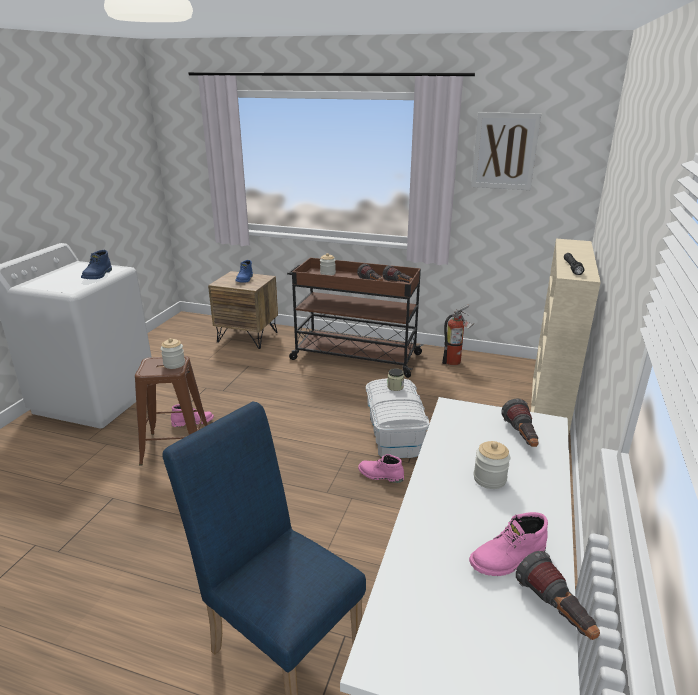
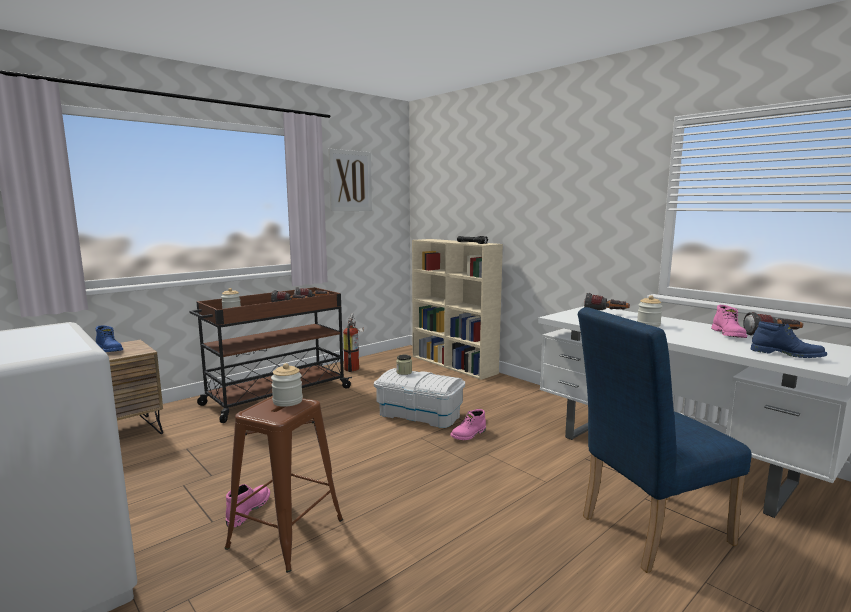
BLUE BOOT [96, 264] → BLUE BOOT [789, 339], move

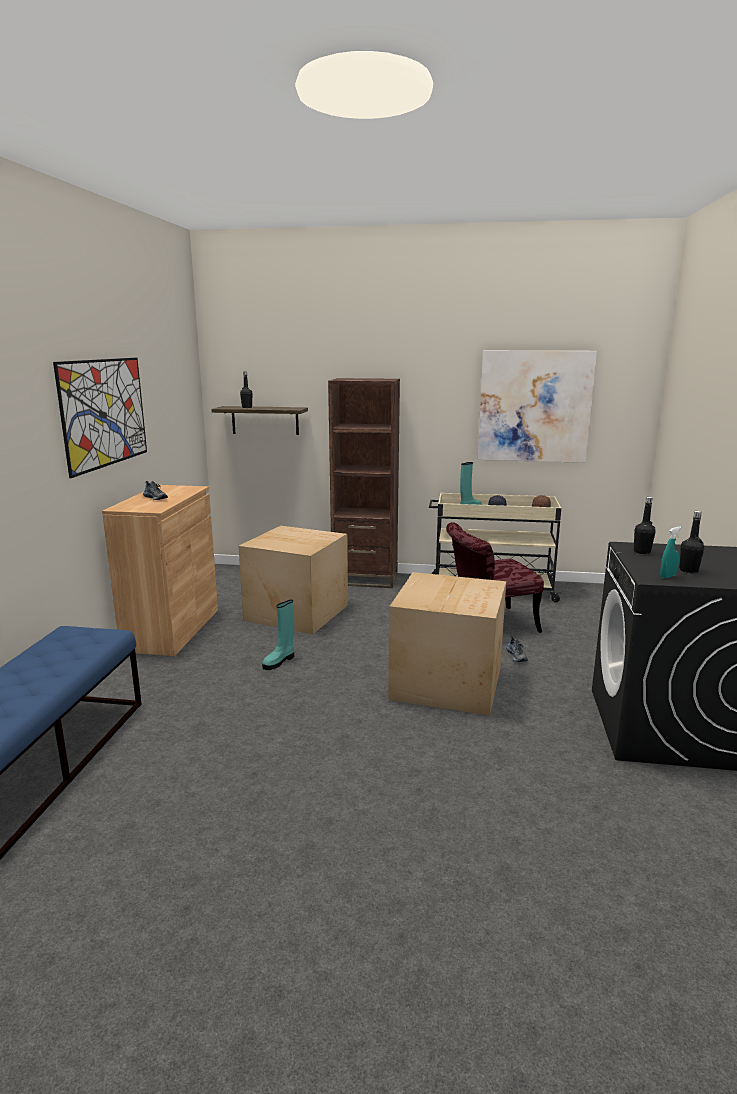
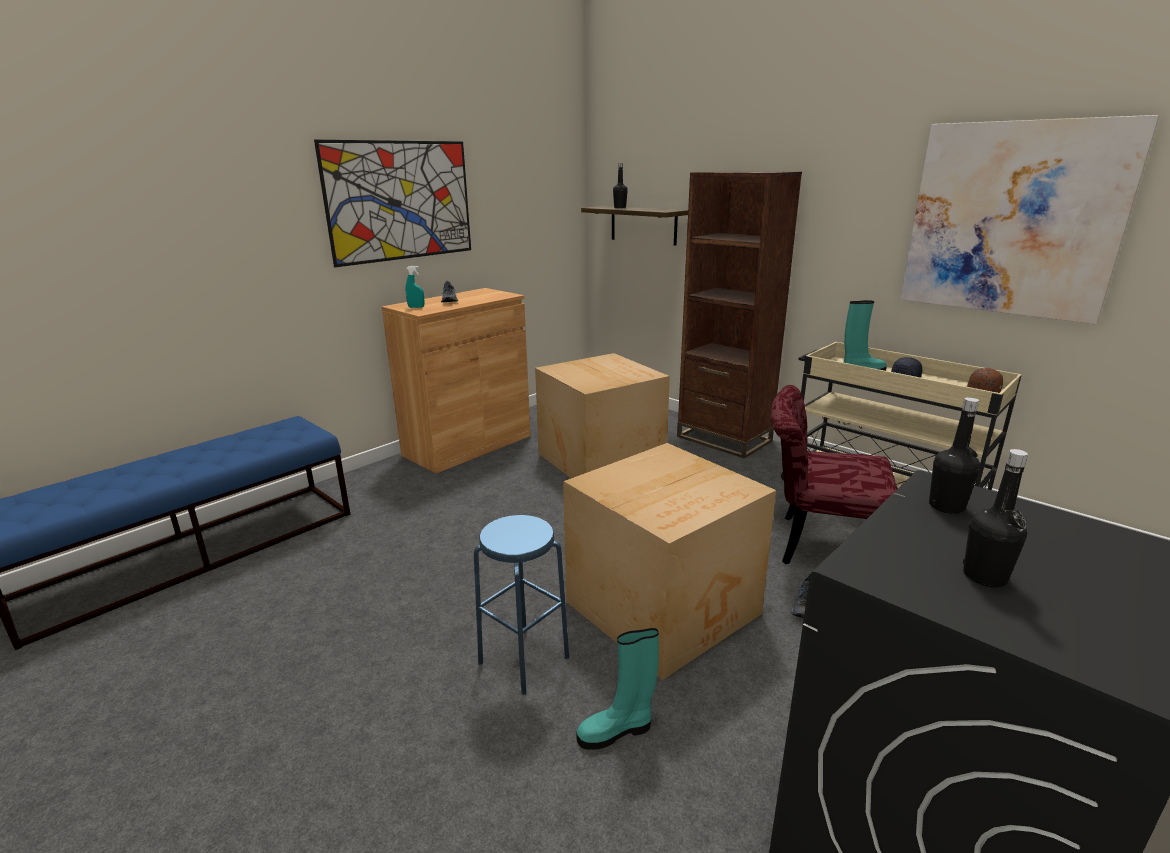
TURQUOISE BOOT [278, 635] → TURQUOISE BOOT [617, 689], move
TURQUOISE SPRAY BOTTLE [670, 552] → TURQUOISE SPRAY BOTTLE [415, 287], move
- → BLUE STOOL [521, 605]

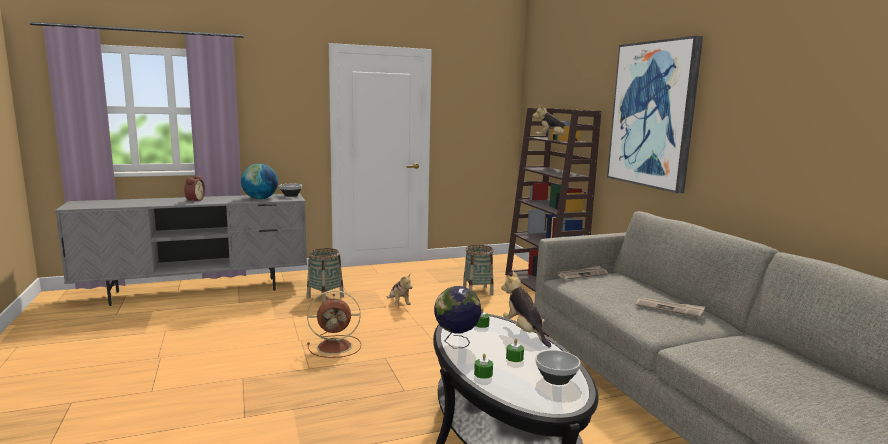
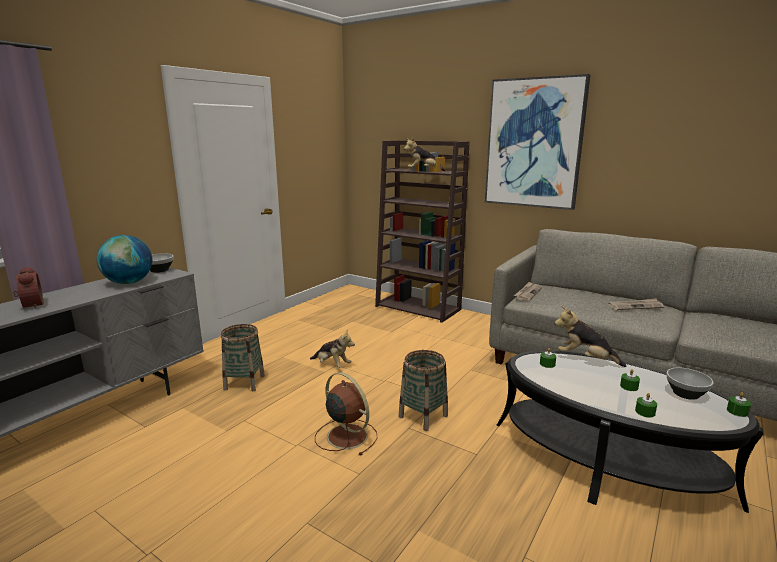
BROWN FAN [334, 324] → BROWN FAN [346, 413], 90 degrees counterclockwise
GLOBE [458, 317] → -
BASKET [478, 270] → BASKET [423, 390], move
- → GREEN CANDLE [739, 404]

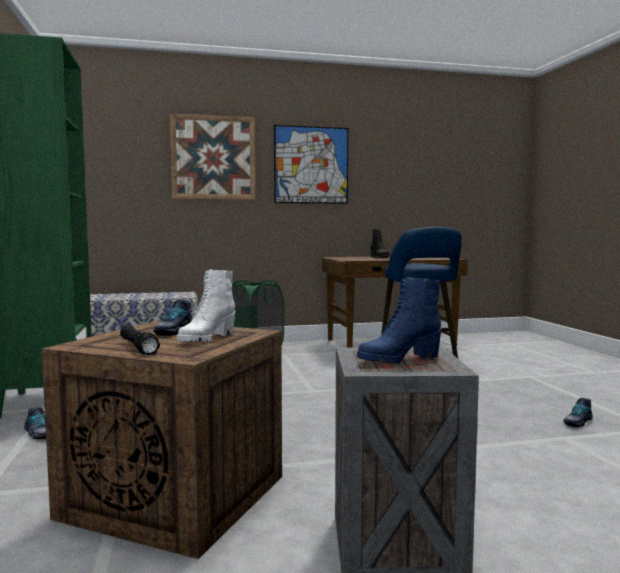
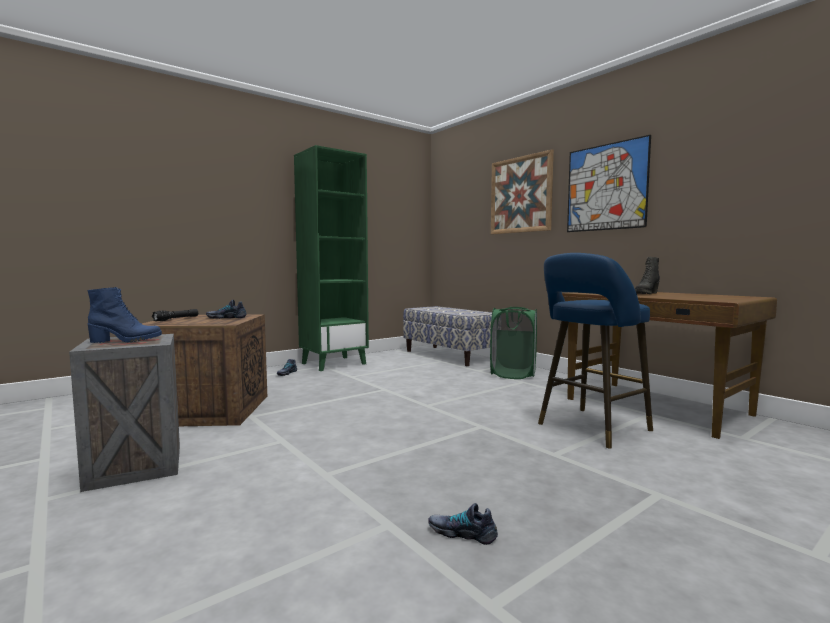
WHITE BOOT [206, 305] → -
BLUE BOOT [399, 320] → BLUE BOOT [125, 315], 120 degrees clockwise

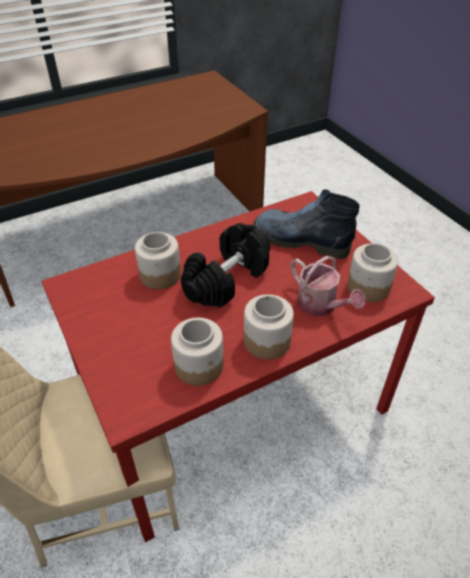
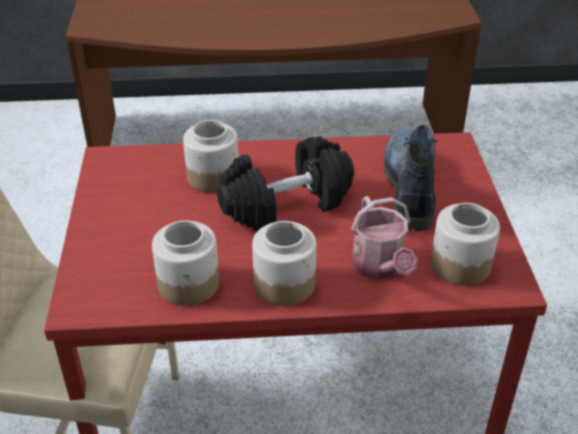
BOOT [306, 224] → BOOT [411, 178], 45 degrees clockwise

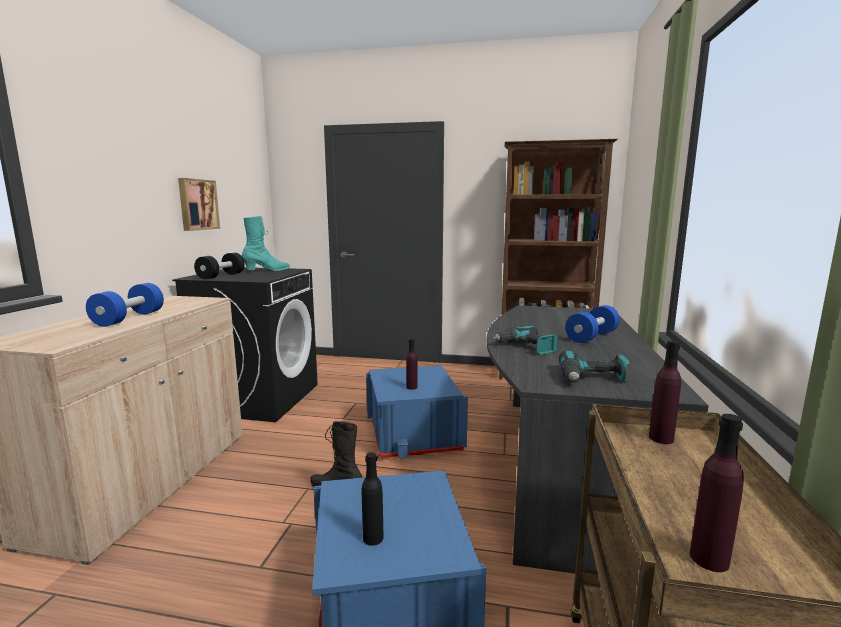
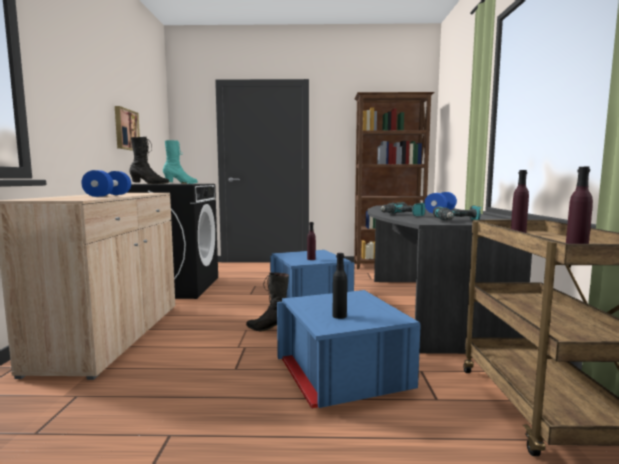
BLACK DUMBBELL [219, 266] → BLACK BOOT [149, 160]

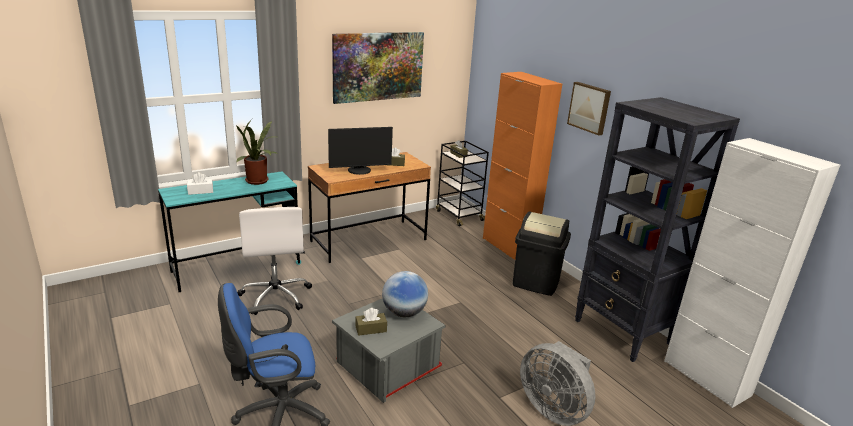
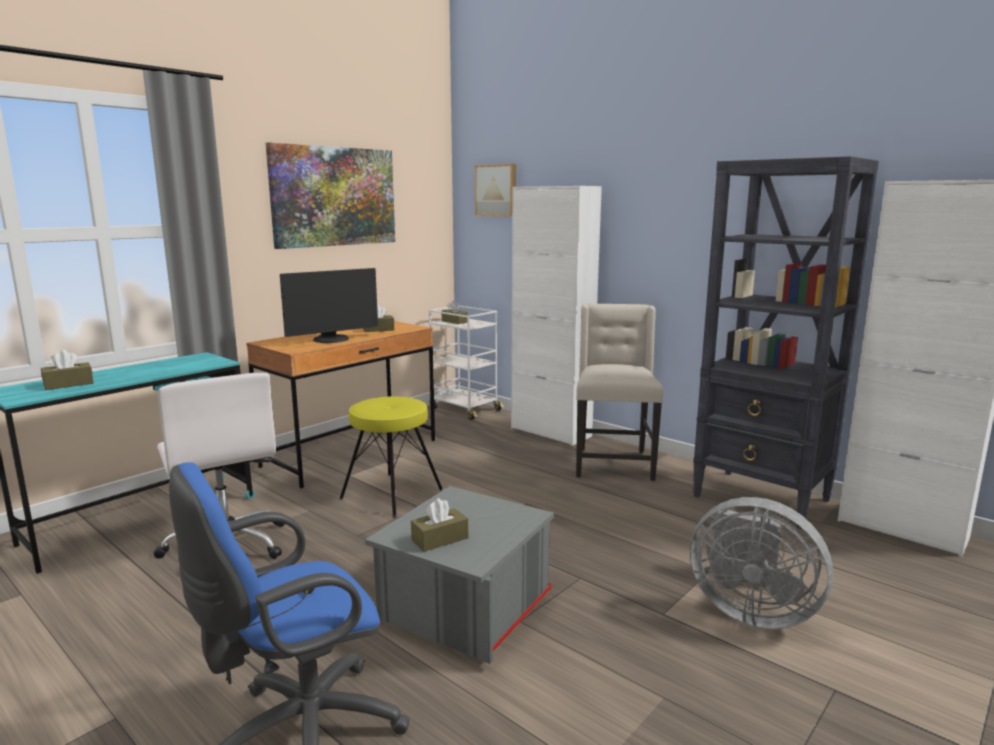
WHITE TISSUE BOX [200, 183] → BROWN TISSUE BOX [67, 370]
POTTED PLANT [257, 152] → -
GLOBE [405, 294] → -
BLACK CART [462, 183] → WHITE CART [466, 362]
ORANGE CABINET [522, 166] → WHITE CABINET [556, 316]
BLACK TRASH CAN [541, 254] → BEIGE CHAIR [620, 392]
PICTURE [589, 108] → PICTURE [495, 190], move
- → YELLOW STOOL [391, 457]

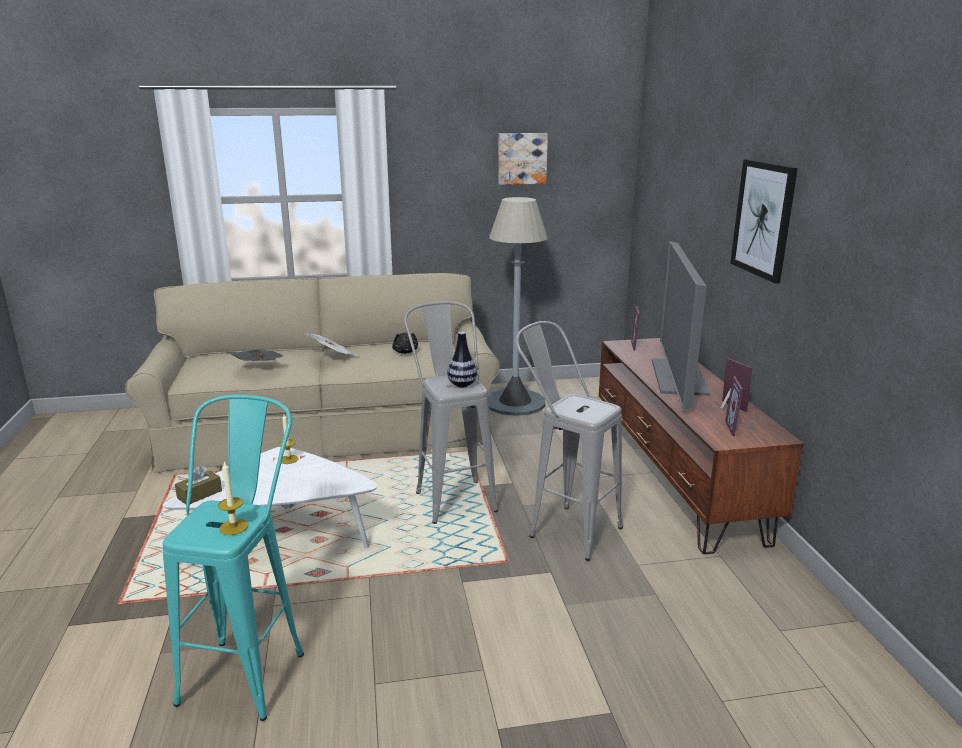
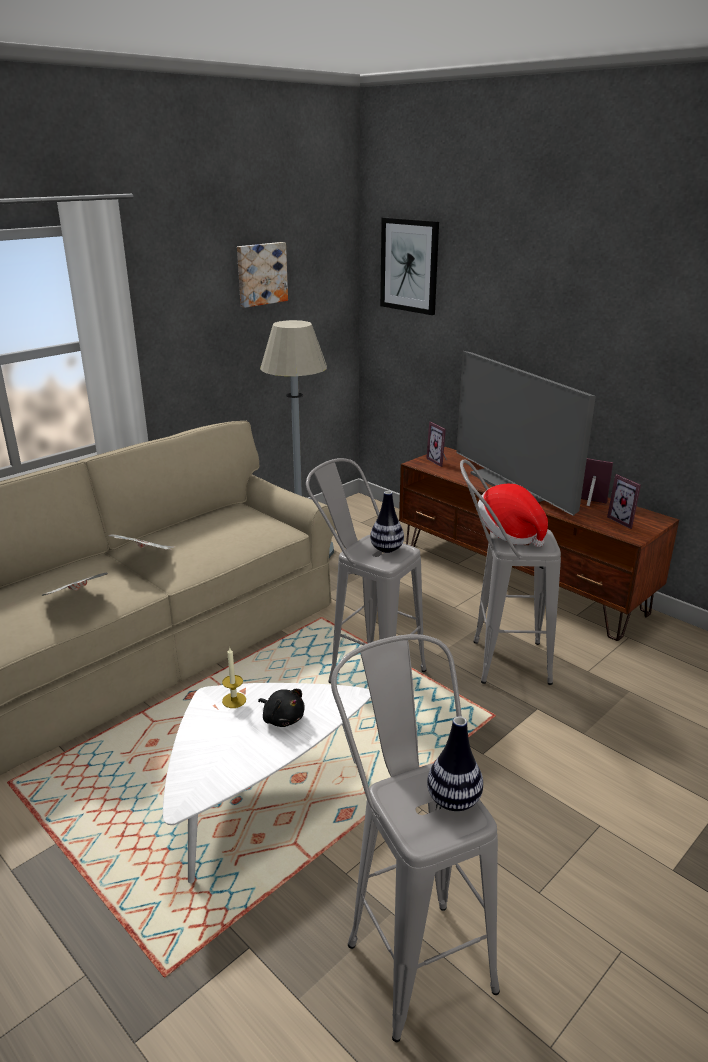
TURQUOISE STOOL [233, 558] → GREY STOOL [415, 838]
BROWN TISSUE BOX [198, 485] → -
CANDLE [233, 498] → VASE [455, 763]
BLACK PLUSH TOY [405, 343] → BLACK PLUSH TOY [281, 708], move
PICTURE [764, 221] → PICTURE [409, 266], move
- → HAT [513, 515]

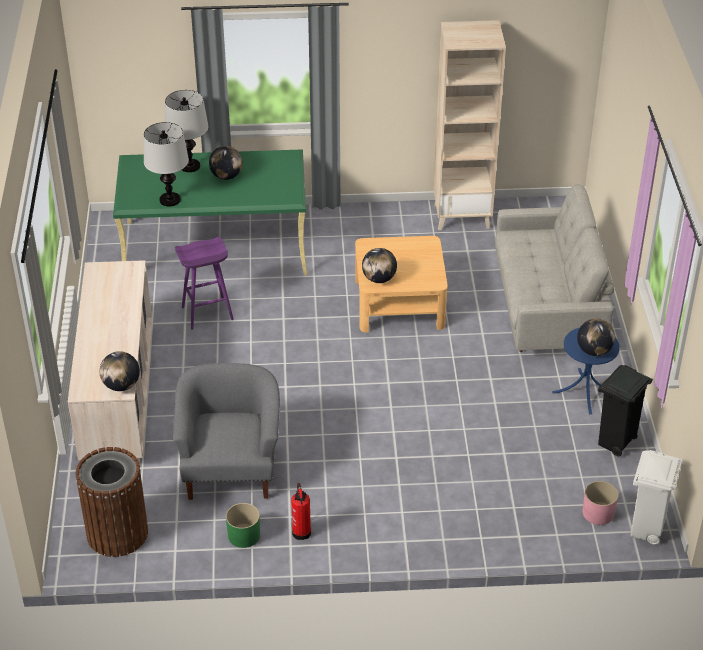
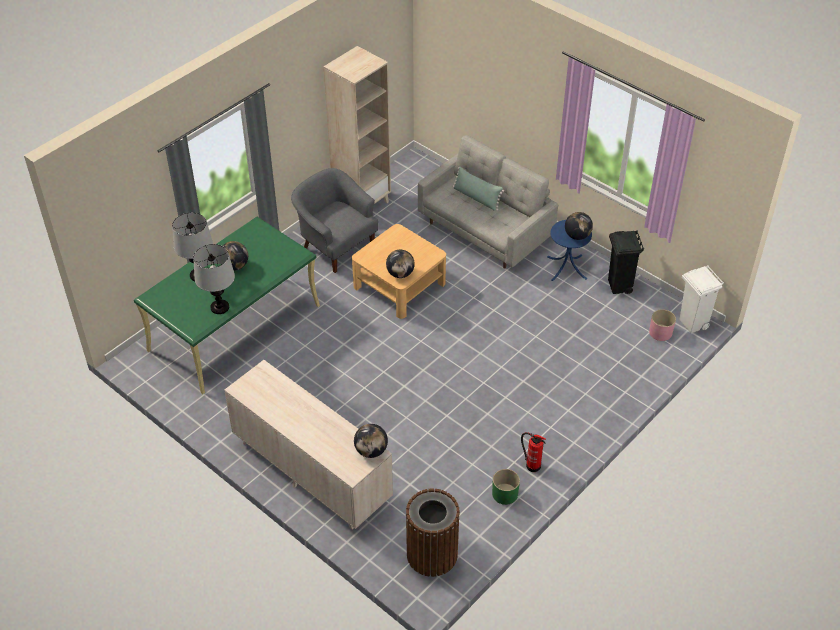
GREY ARMCHAIR [226, 431] → GREY ARMCHAIR [334, 220], move
PURPLE STOOL [204, 283] → -
- → GREEN PILLOW [478, 189]

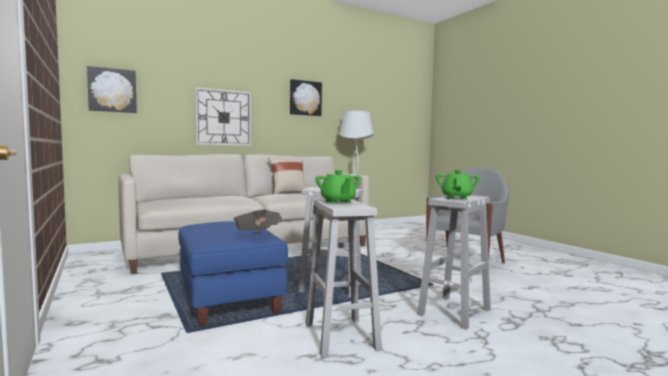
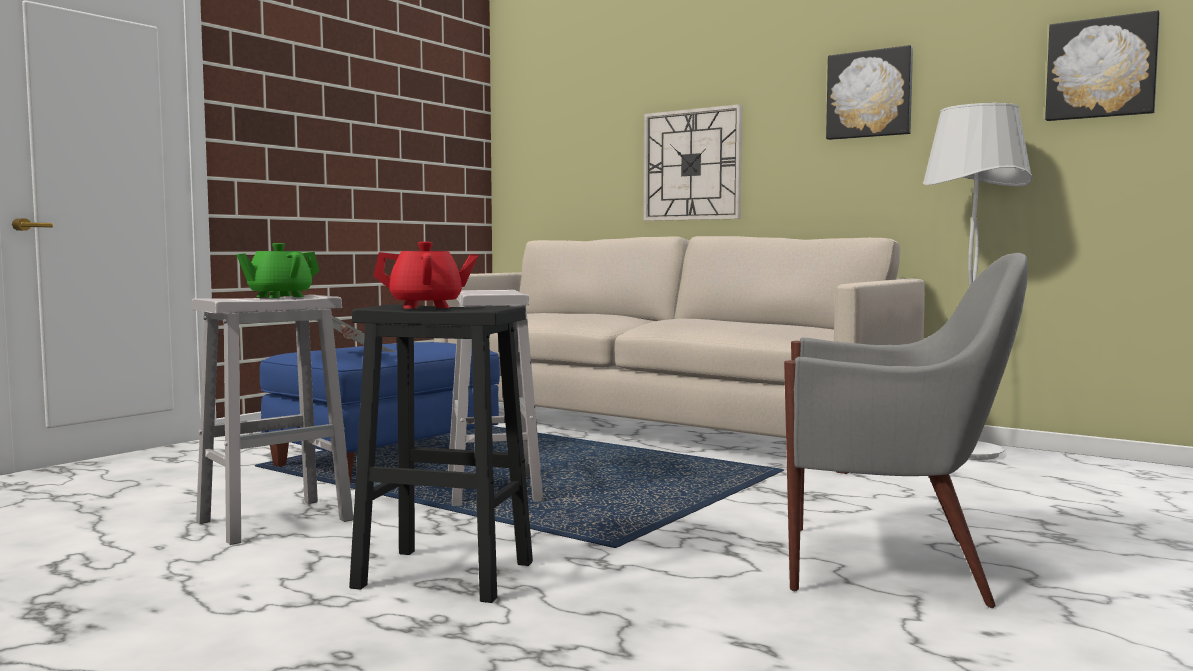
PICTURE [112, 89] → PICTURE [1102, 65], move
BEIGE PILLOW [287, 176] → -
WHITE STOOL [454, 262] → BLACK STOOL [441, 453]
GREEN TEAPOT [458, 185] → RED TEAPOT [425, 275]

